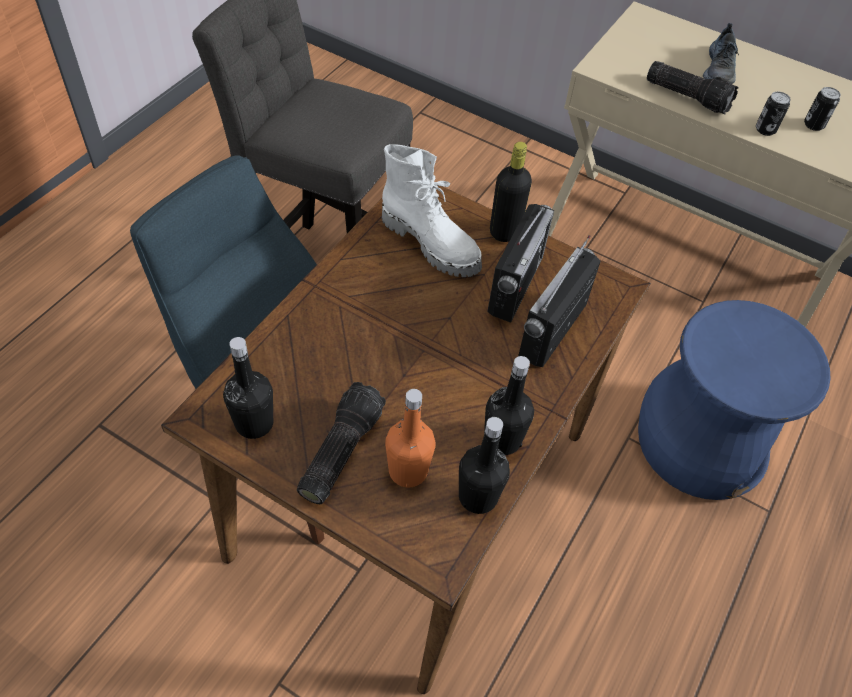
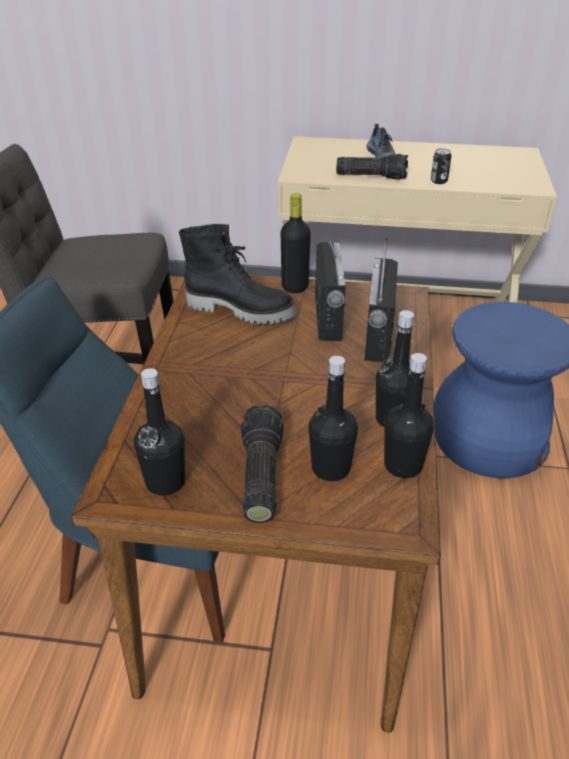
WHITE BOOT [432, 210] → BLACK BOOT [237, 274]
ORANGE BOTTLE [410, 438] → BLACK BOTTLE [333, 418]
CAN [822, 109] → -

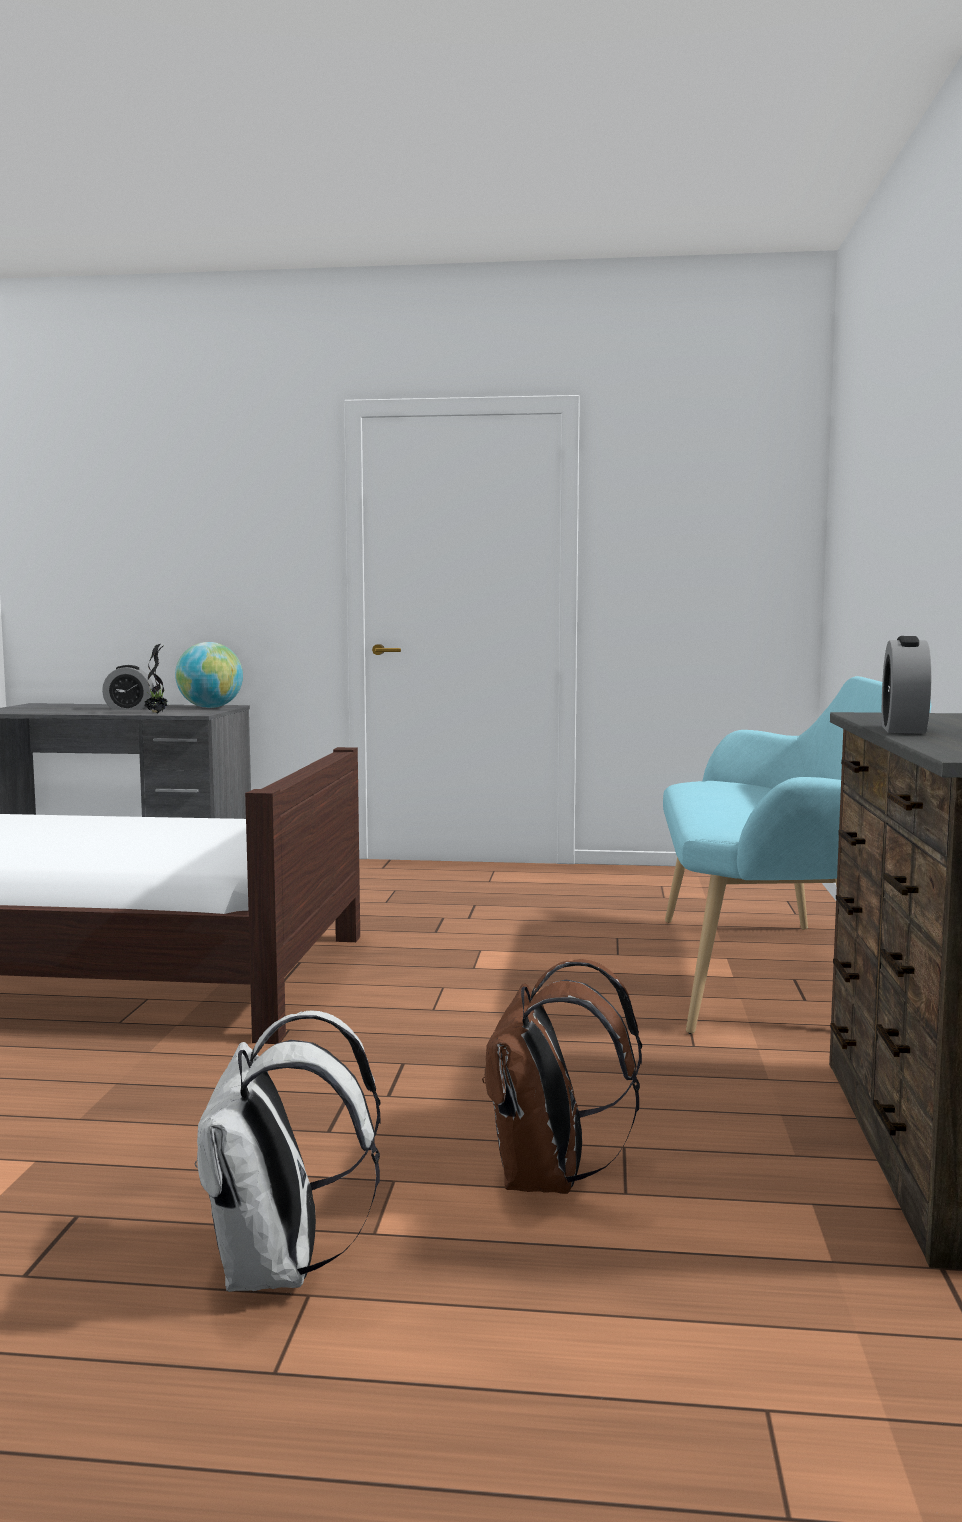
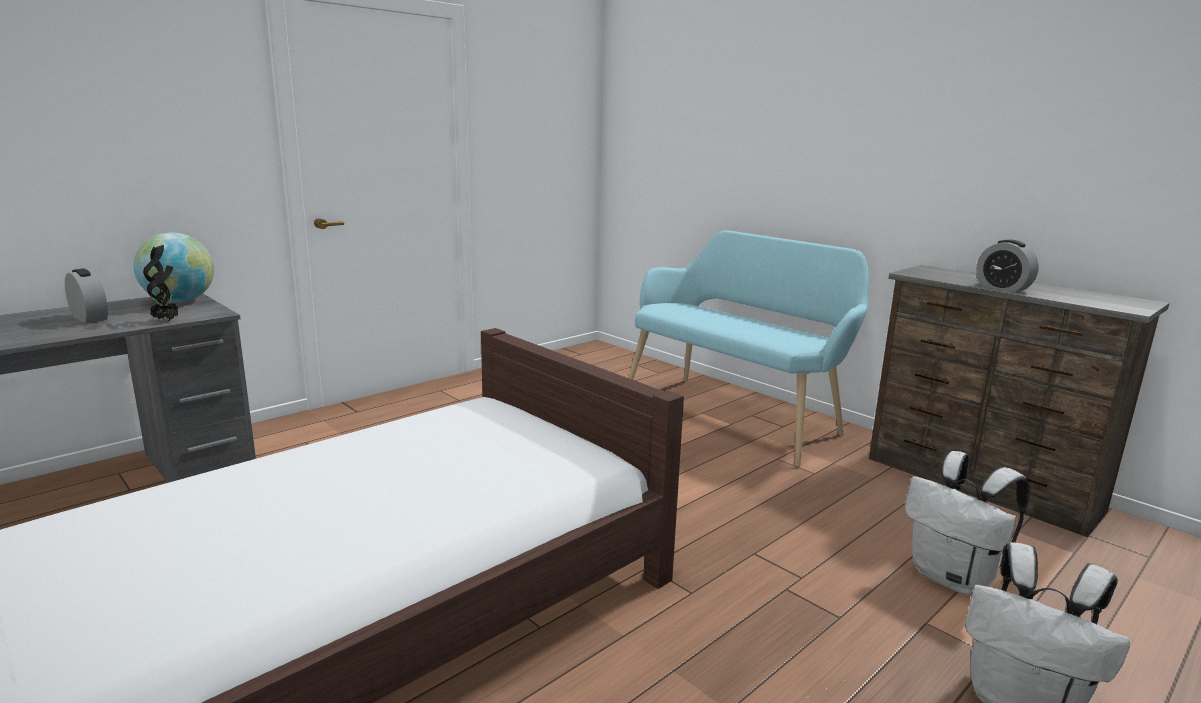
ALARM CLOCK [128, 687] → ALARM CLOCK [86, 295], 90 degrees counterclockwise
BROWN BACKPACK [562, 1076] → WHITE BACKPACK [967, 523]

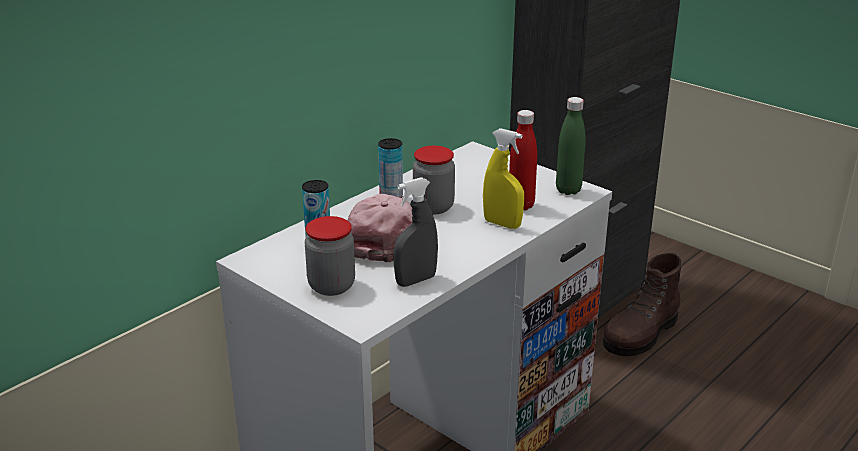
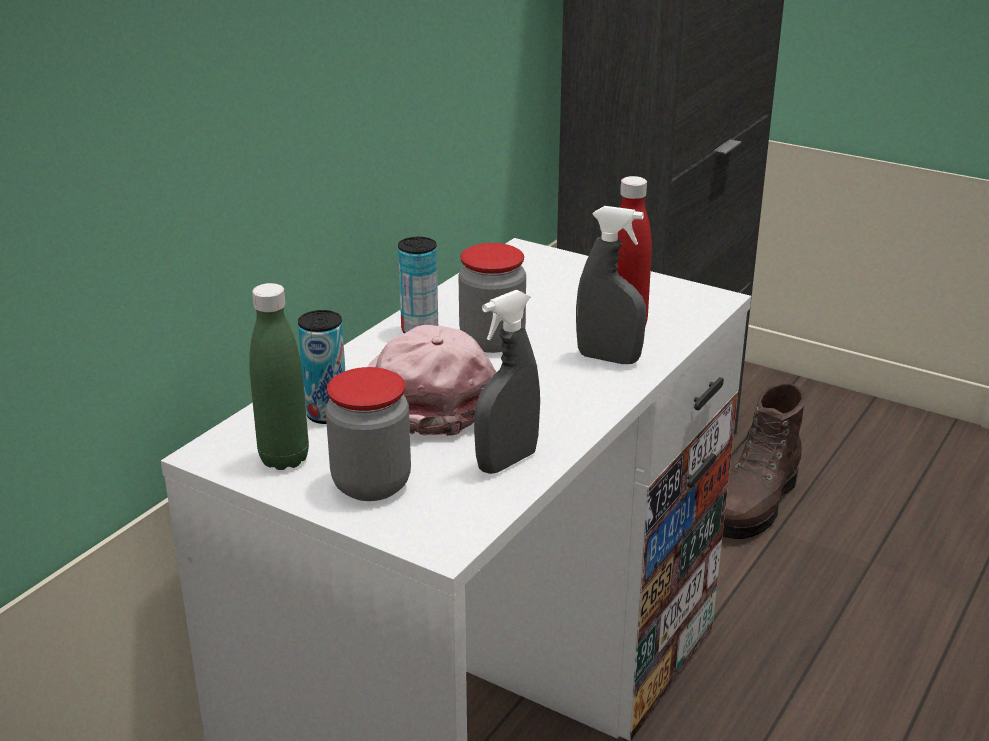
YELLOW SPRAY BOTTLE [503, 178] → GREY SPRAY BOTTLE [611, 285]
GREEN BOTTLE [571, 146] → GREEN BOTTLE [279, 376], move

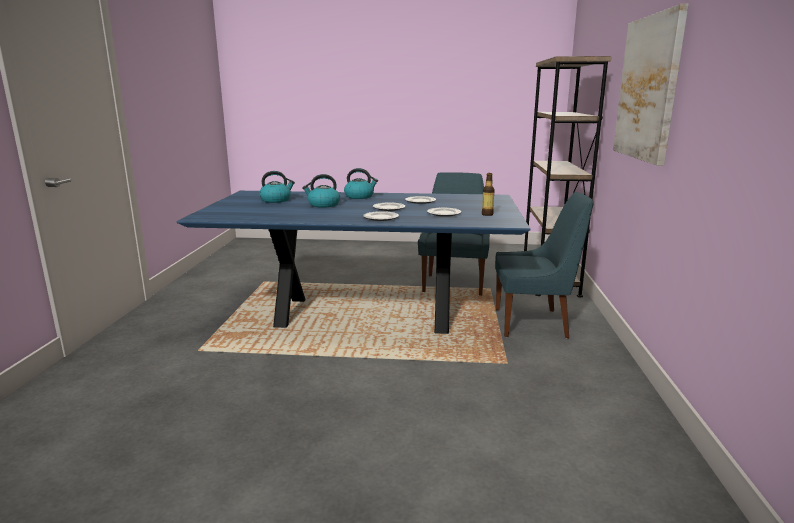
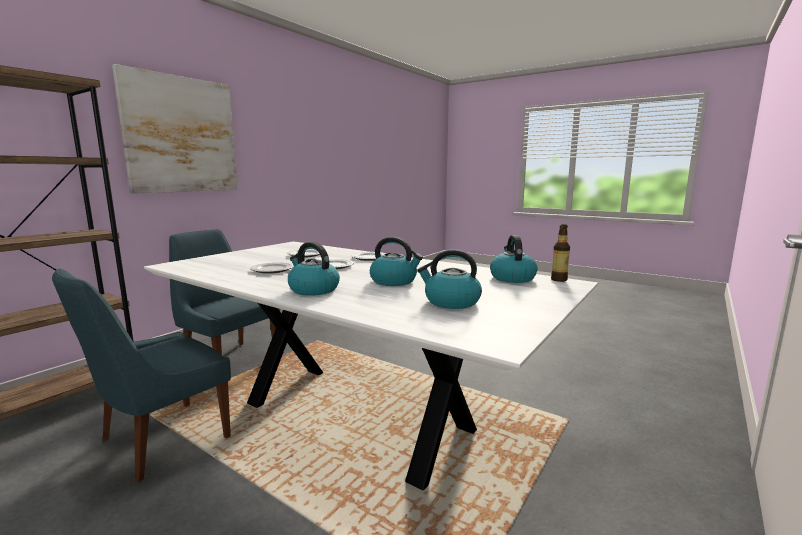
BLUE DINING TABLE [353, 262] → WHITE DINING TABLE [371, 365]
BOTTLE [488, 194] → BOTTLE [560, 253], move
- → KETTLE [514, 259]

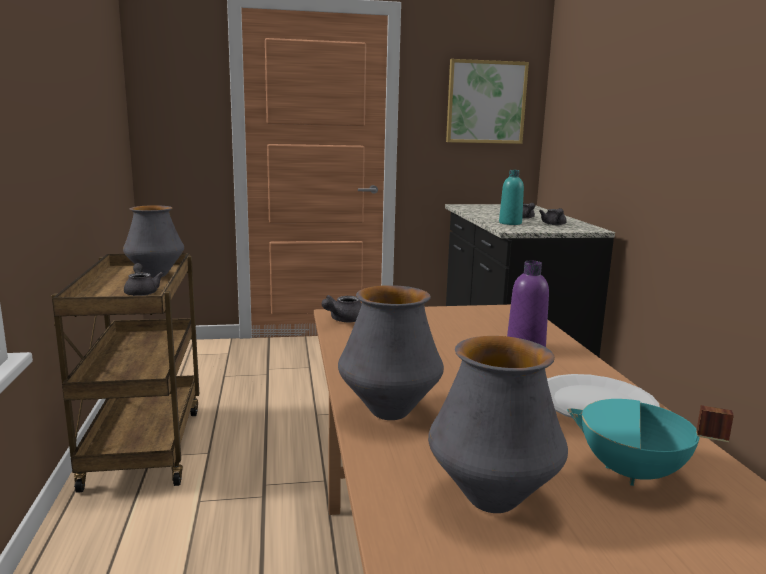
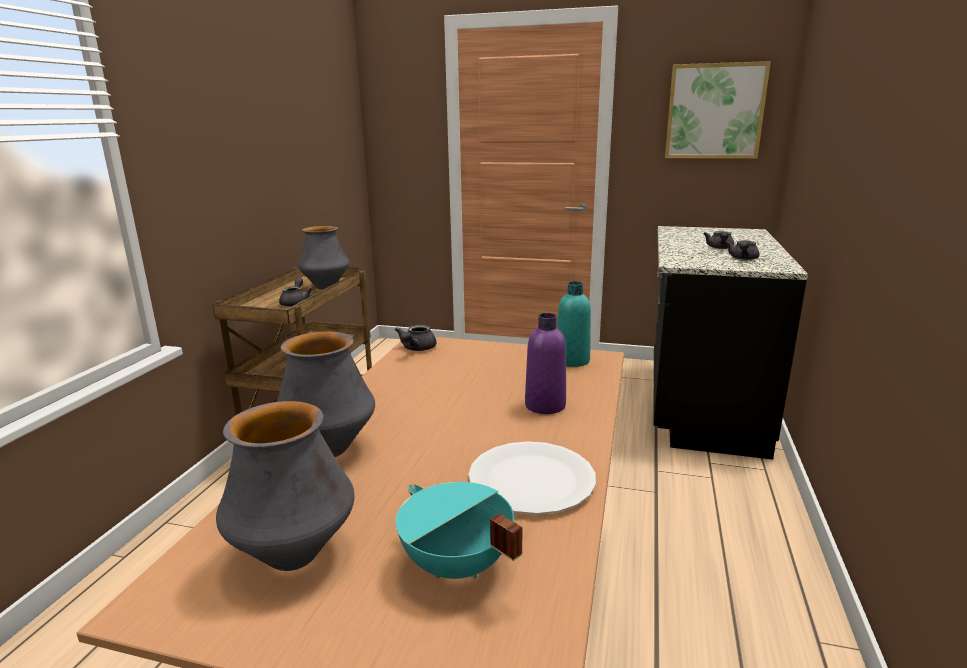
GREY TEAPOT [342, 308] → GREY TEAPOT [415, 338], 45 degrees counterclockwise
TURQUOISE BOTTLE [511, 197] → TURQUOISE BOTTLE [574, 324], move

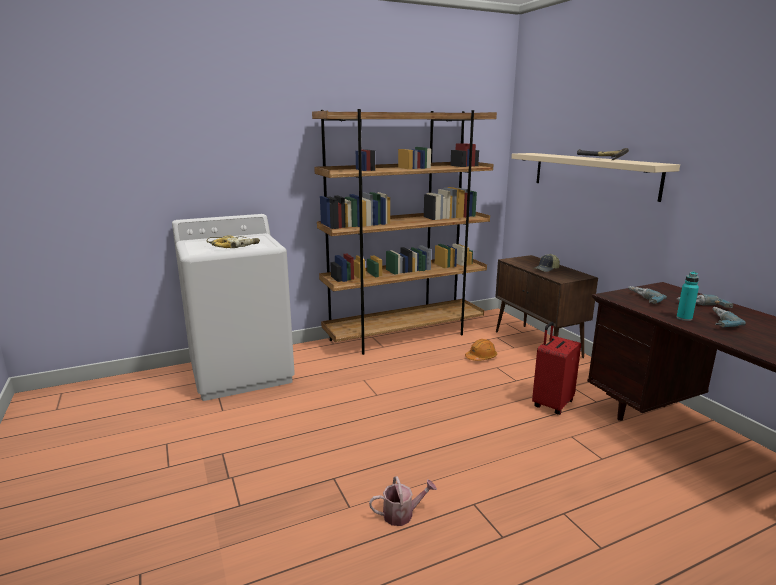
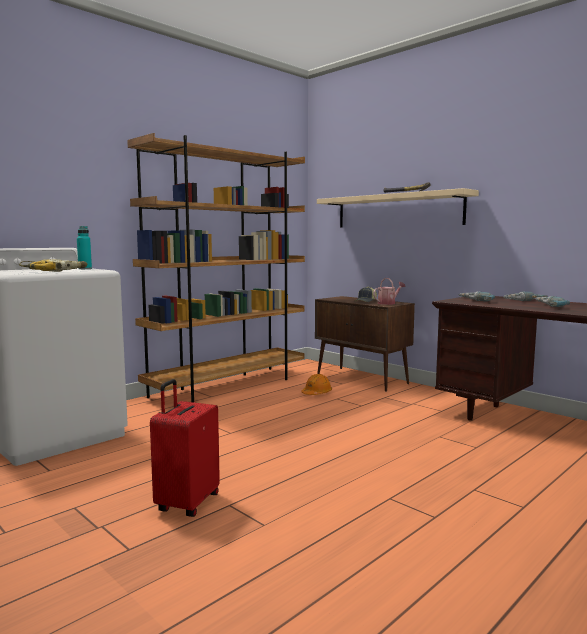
WATERING CAN [403, 501] → WATERING CAN [389, 291], move
RED SUITCASE [556, 368] → RED SUITCASE [185, 448], move
TURQUOISE BOTTLE [688, 296] → TURQUOISE BOTTLE [84, 247], move

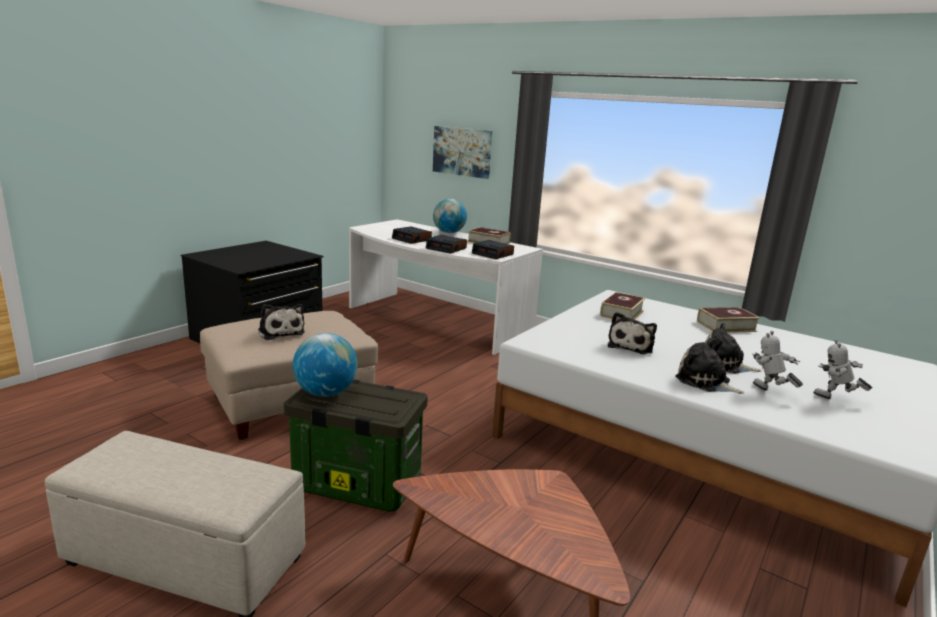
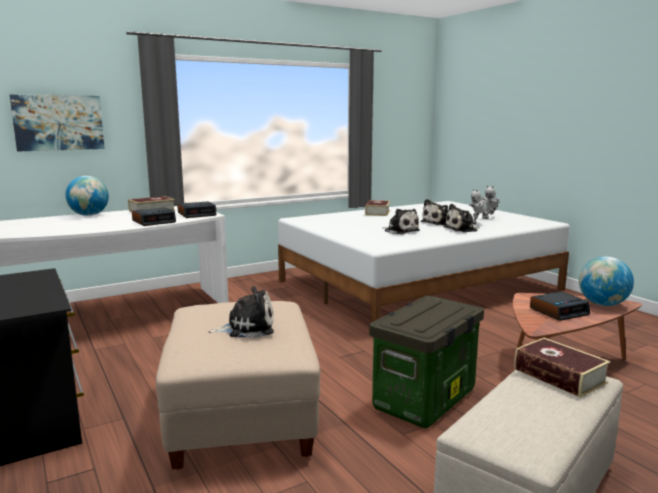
GLOBE [325, 365] → GLOBE [606, 281], move
ALARM CLOCK [412, 235] → ALARM CLOCK [560, 306], move
BOOK [623, 306] → BOOK [562, 368], move

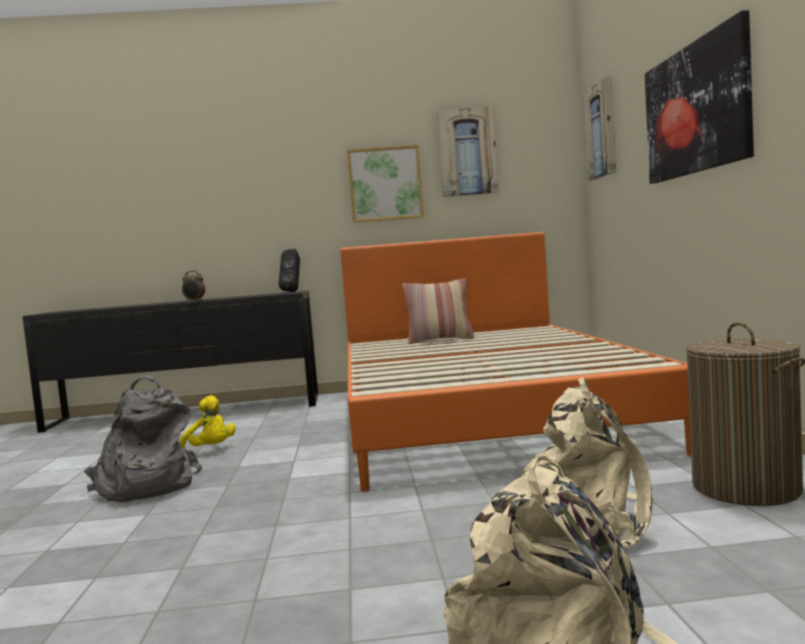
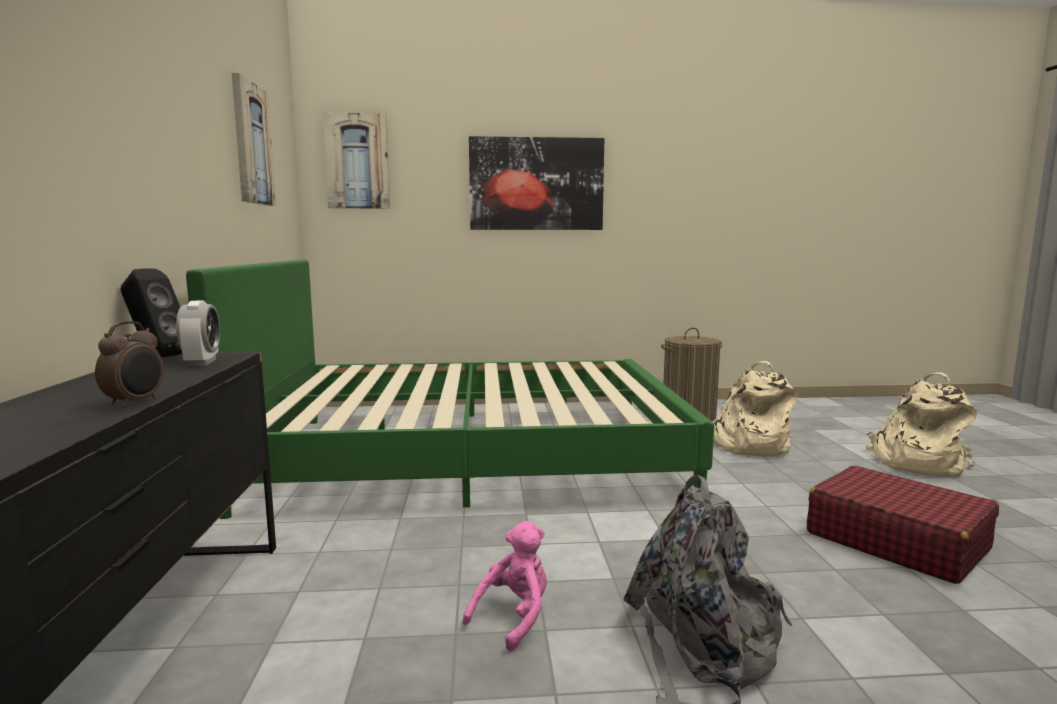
YELLOW PLUSH TOY [207, 422] → PINK PLUSH TOY [504, 586]
ORANGE BED [515, 362] → GREEN BED [450, 389]
PICTURE [385, 184] → -
PILLOW [438, 311] → -
- → ALARM CLOCK [198, 333]
- → RED SUITCASE [903, 525]

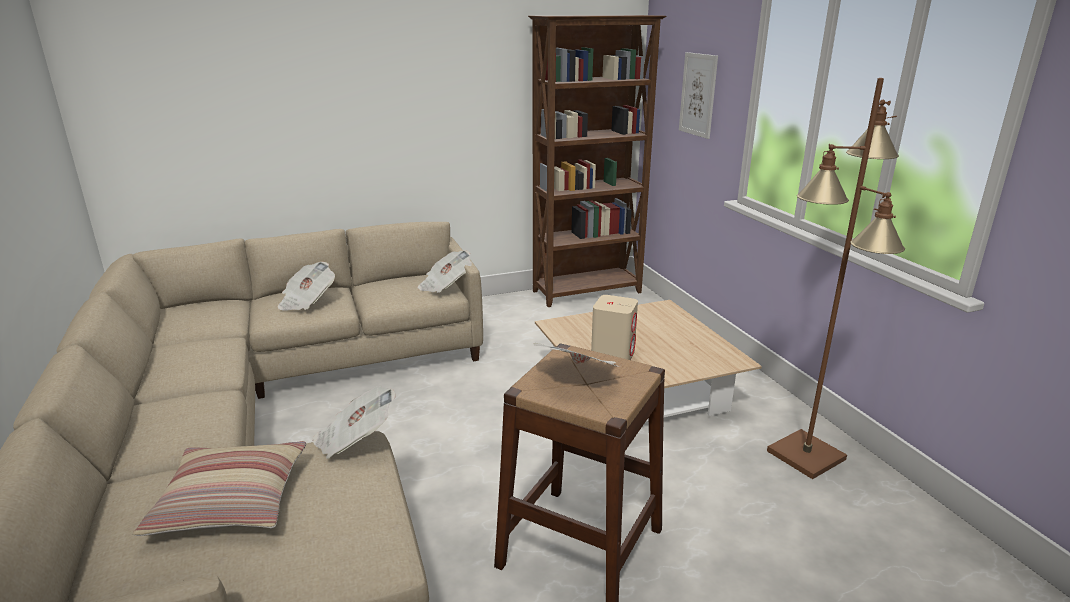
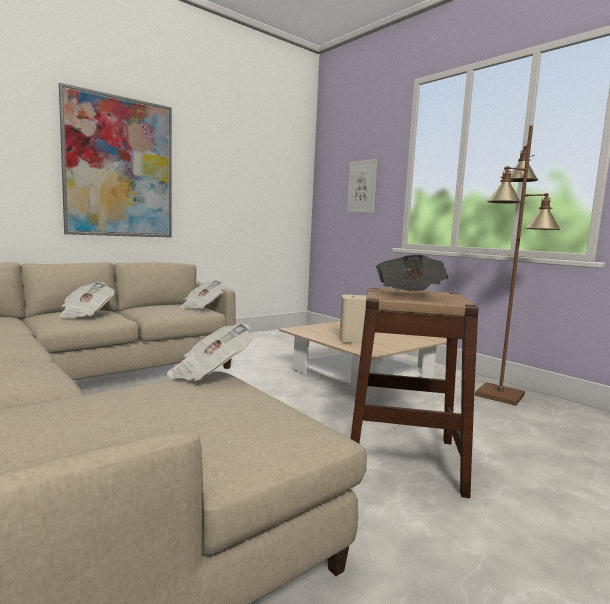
PILLOW [219, 488] → -
BROWN BOOKCASE [597, 161] → -
- → PICTURE [115, 160]

